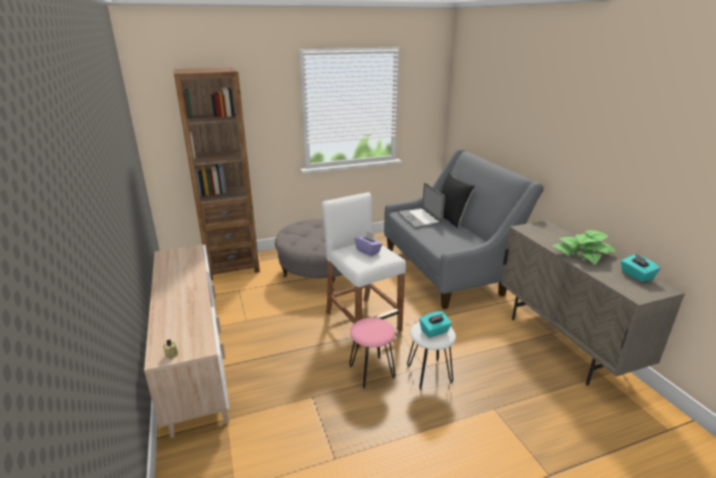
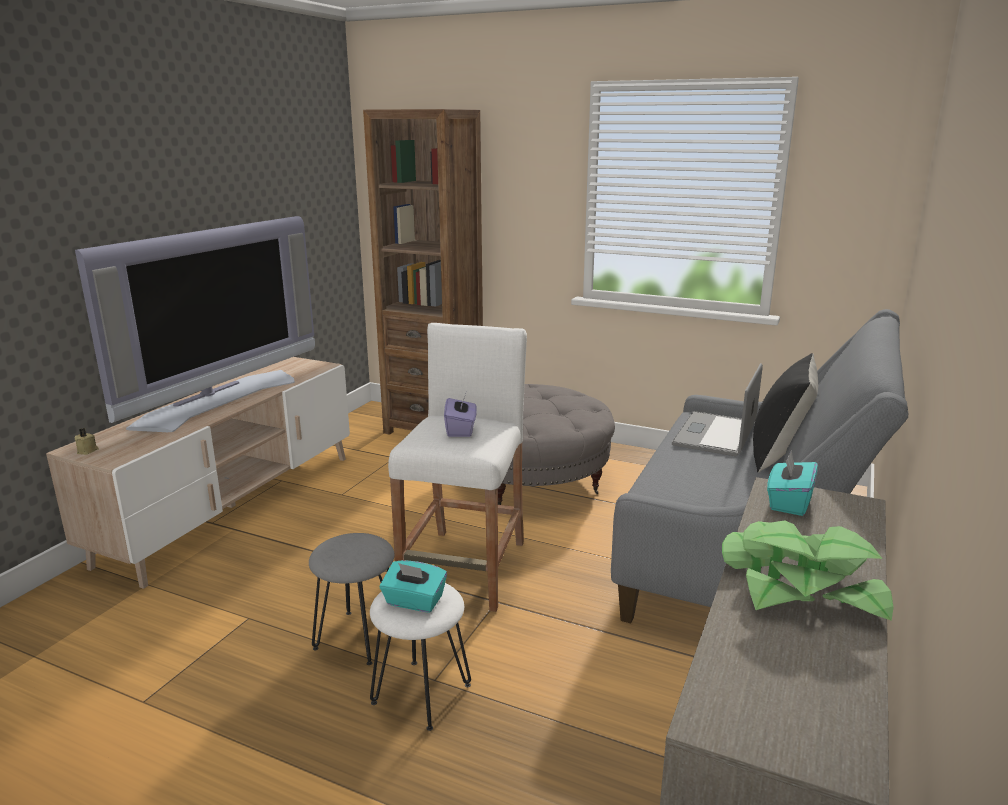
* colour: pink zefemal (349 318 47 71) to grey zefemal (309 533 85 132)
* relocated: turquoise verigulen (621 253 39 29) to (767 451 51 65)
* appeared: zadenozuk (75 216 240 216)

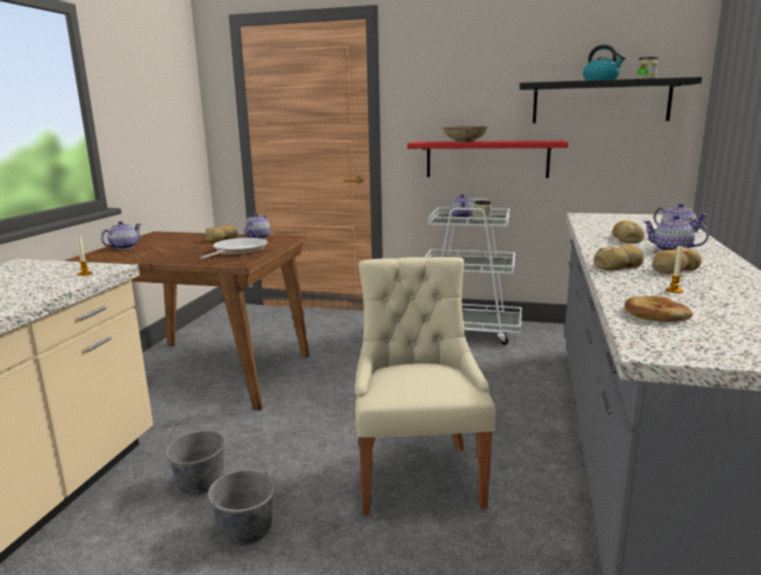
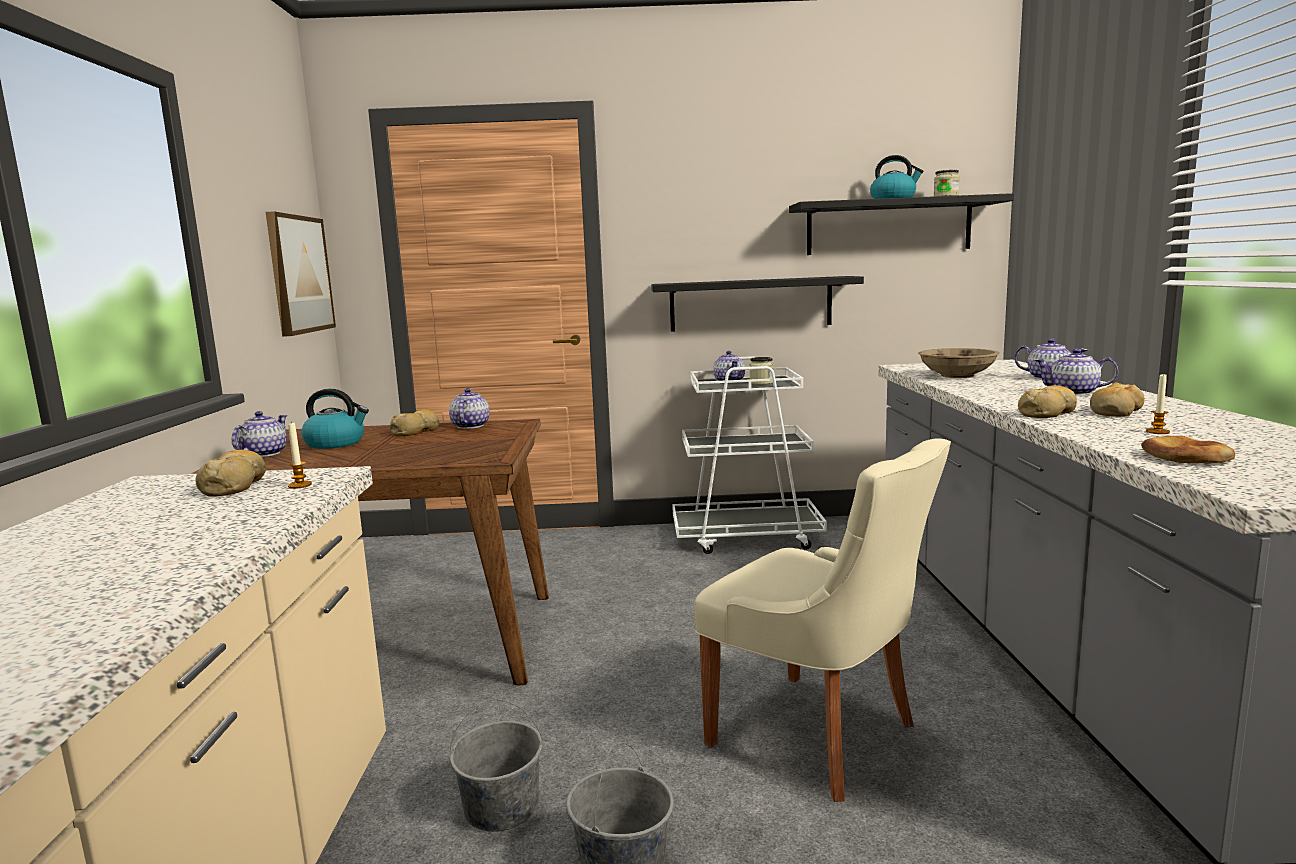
* missing: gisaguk (200 238 68 21)
* spun: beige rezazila (355 257 141 258) = (694 438 257 364) 150 degrees clockwise
* colour: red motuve (407 140 161 38) to black motuve (651 276 213 56)
* relocated: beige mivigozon (442 126 47 16) to (918 348 82 30)
* relocated: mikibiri (613 221 31 22) to (195 450 71 47)
* appeared: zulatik (266 211 70 126)
* appeared: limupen (301 389 68 60)

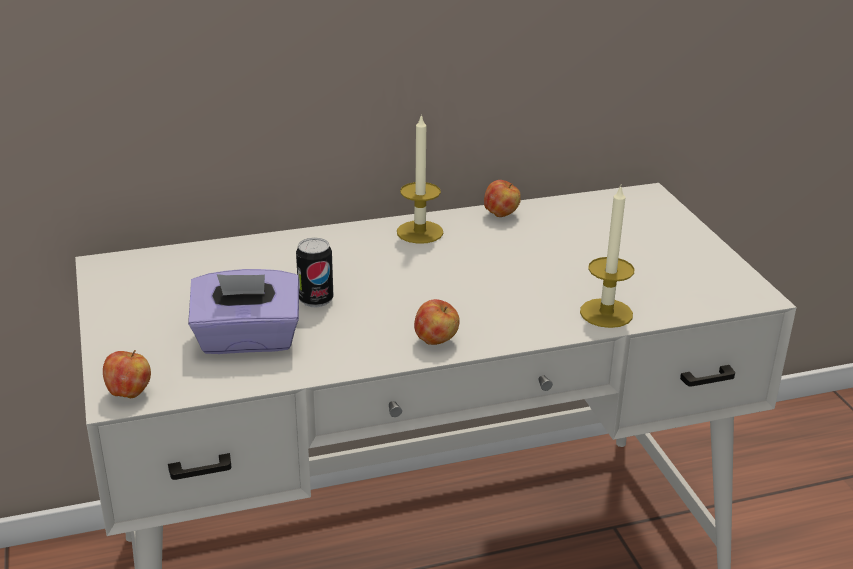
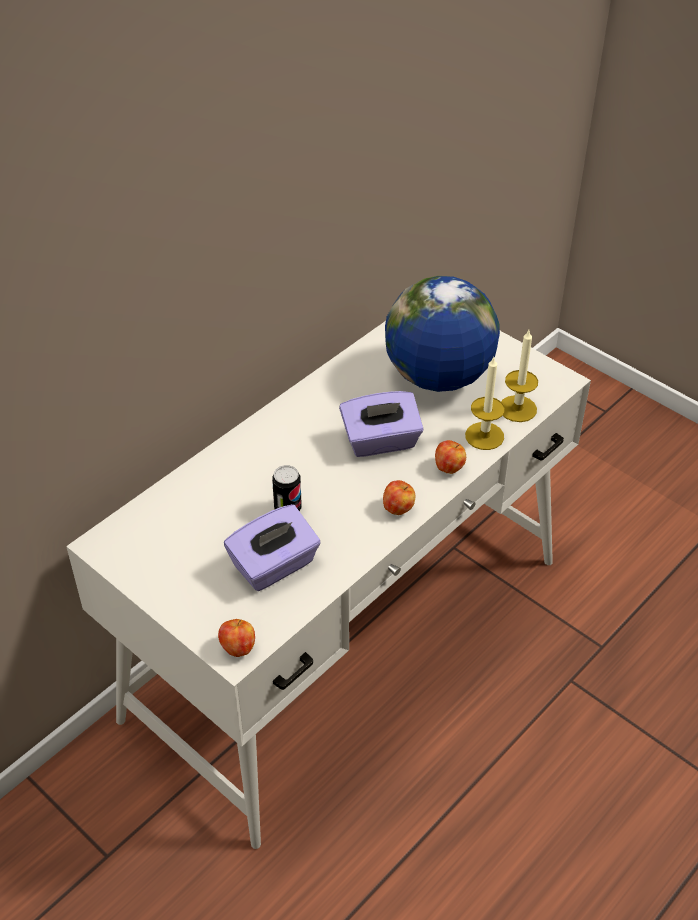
* relocated: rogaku (397 114 46 130) to (501 330 37 92)
* relocated: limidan (484 180 37 37) to (435 440 31 34)
* appeared: purple verigulen (339 391 84 66)
* appeared: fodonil (385 276 115 116)

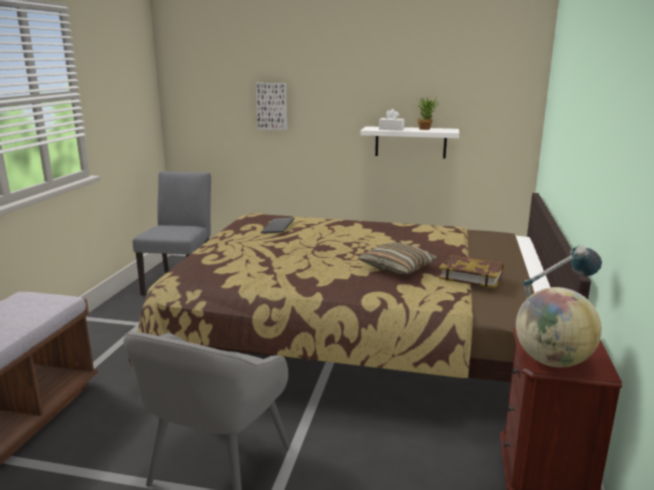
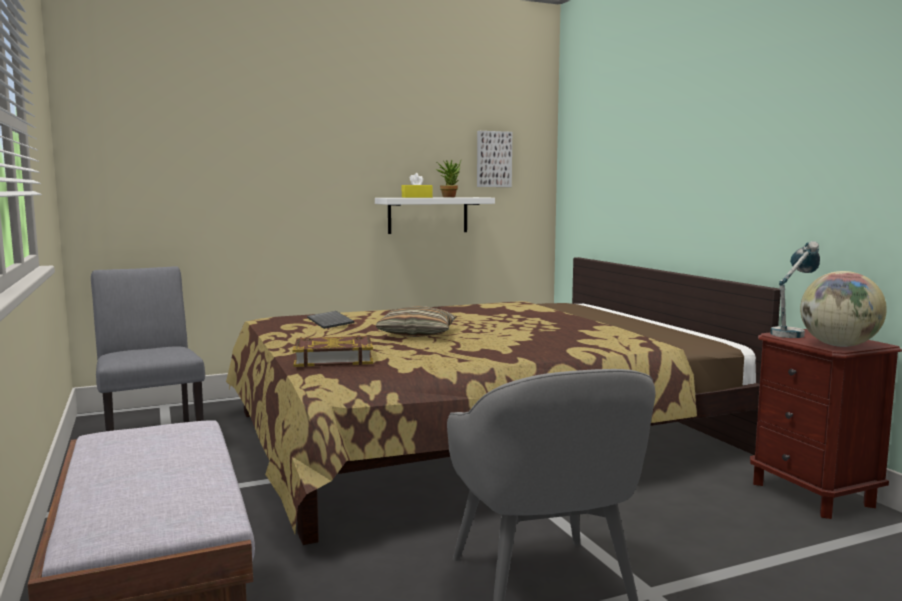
* relocated: zulatik (256 83 31 47) to (477 131 35 56)
* relocated: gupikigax (358 243 80 31) to (376 306 81 31)
* colour: white verigulen (379 109 26 22) to yellow verigulen (402 173 30 25)
* relocated: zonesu (439 255 65 33) to (293 335 80 32)

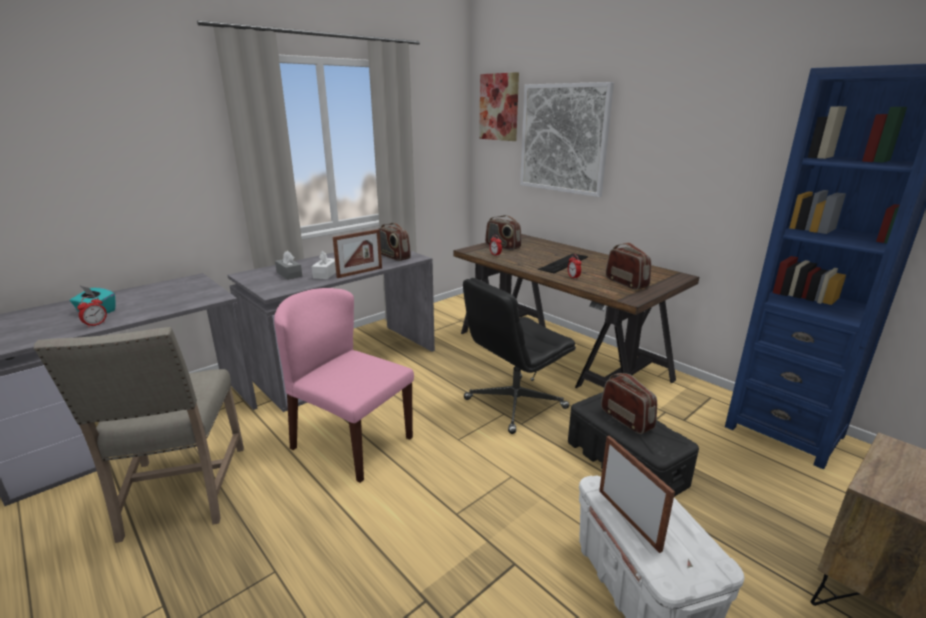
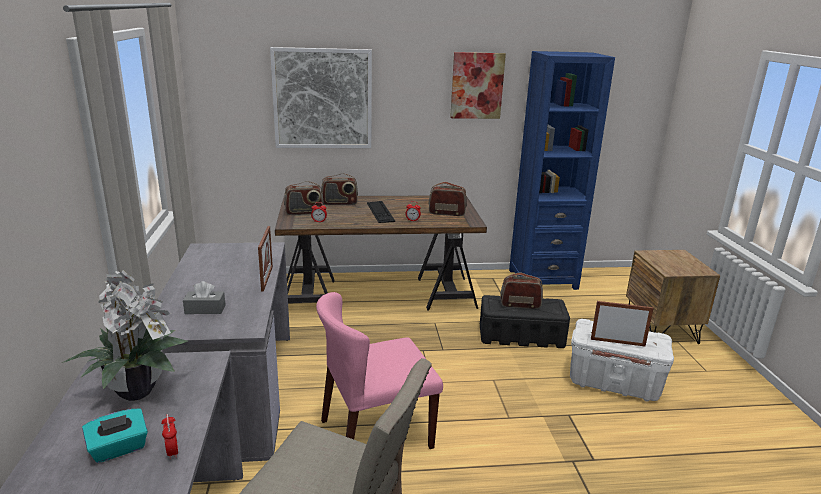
* missing: white verigulen (311 250 25 29)
* relocated: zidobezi (378 223 33 38) to (321 173 37 32)
* missing: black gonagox (463 278 113 156)
* relocated: zulatik (479 72 40 69) to (450 52 56 67)
* appeared: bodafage (62 270 125 131)

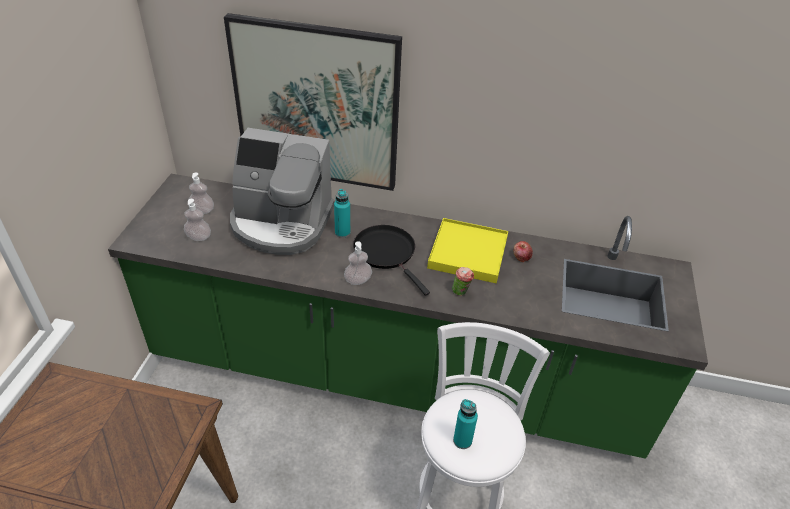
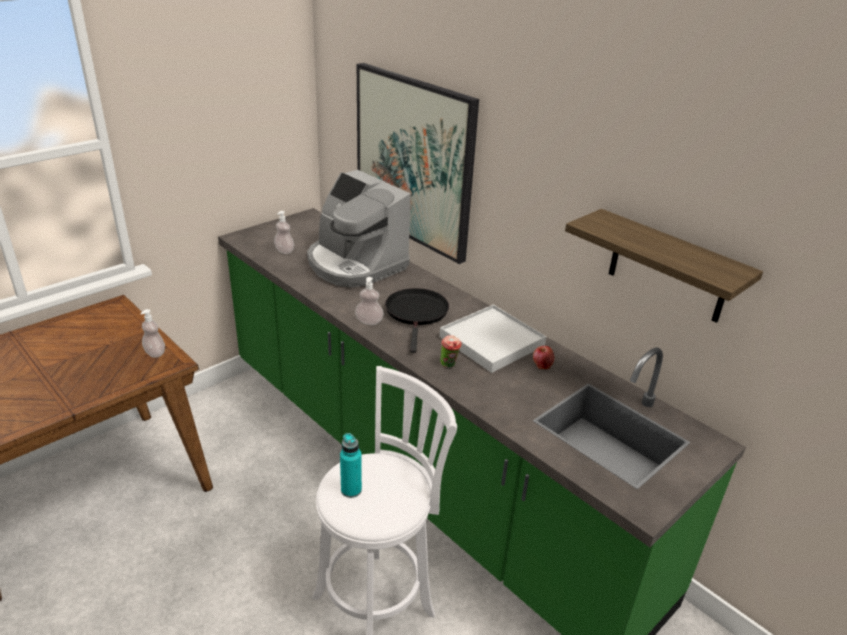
* relocated: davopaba (189 172 25 42) to (140 309 25 49)
* missing: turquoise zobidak (334 189 16 49)
* colour: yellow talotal (427 218 81 65) to white talotal (440 305 106 68)
* appeared: motuve (565 209 198 114)

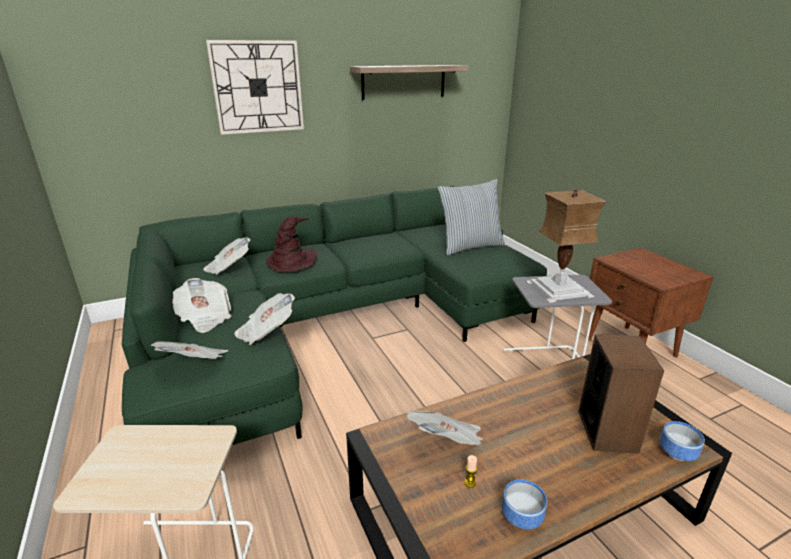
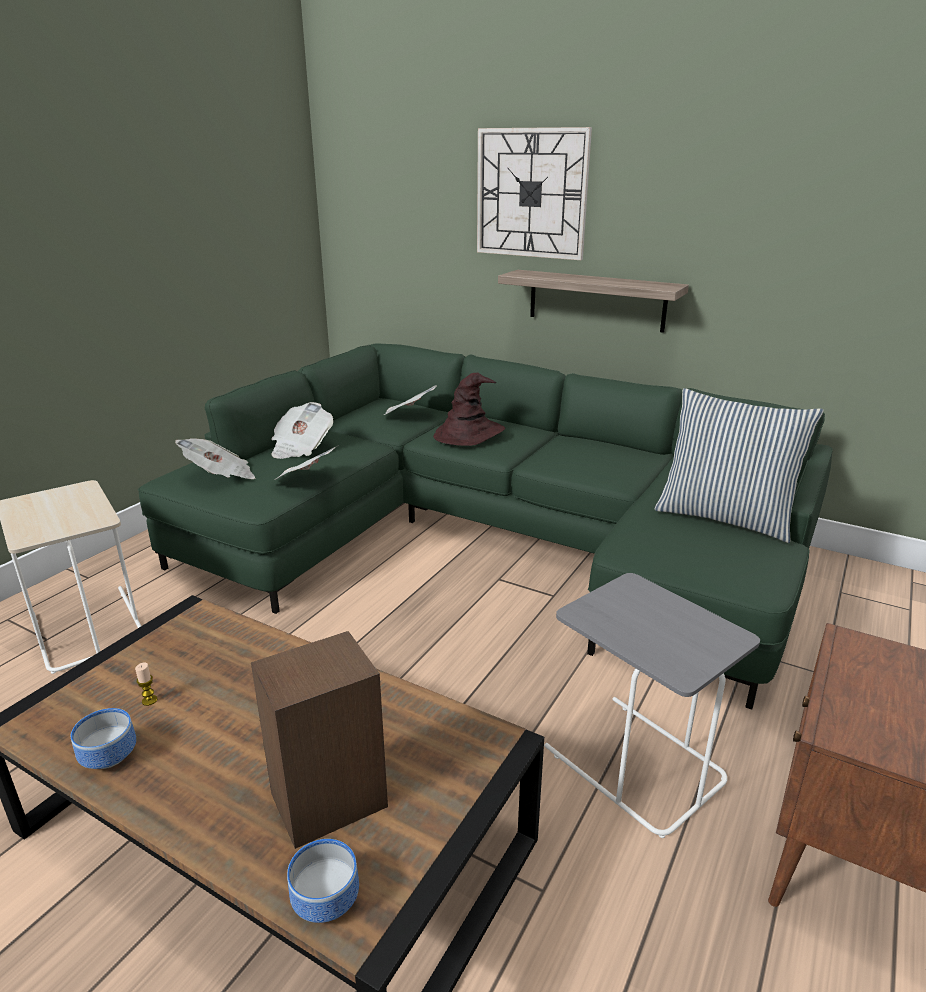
* relocated: motuve (350 65 119 35) to (498 270 191 63)
* missing: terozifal (407 411 76 35)
* missing: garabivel (526 189 80 114)

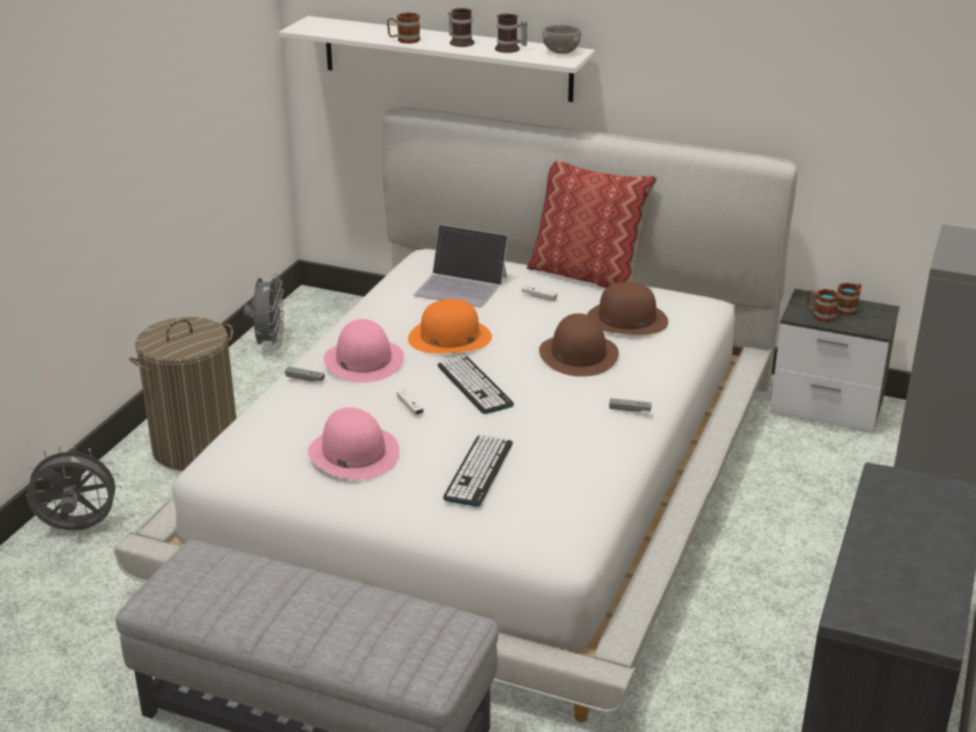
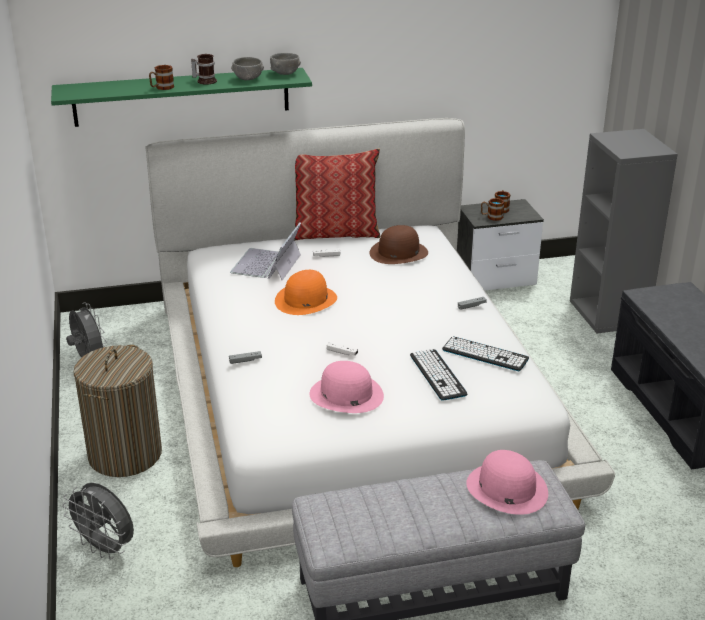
* spun: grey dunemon (23 445 99 86) = (62 483 72 77) 105 degrees counterclockwise
* colour: white motuve (279 16 316 86) to green motuve (51 68 261 59)
* relocated: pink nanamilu (324 319 80 64) to (466 450 82 65)
* spun: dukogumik (414 224 94 84) = (230 222 71 58) 120 degrees clockwise
* relocated: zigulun (438 356 76 58) to (442 336 87 35)
* exchanged: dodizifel (495 14 32 39) to grey mivigozon (231 57 33 23)
* missing: brown nanamilu (539 313 80 64)

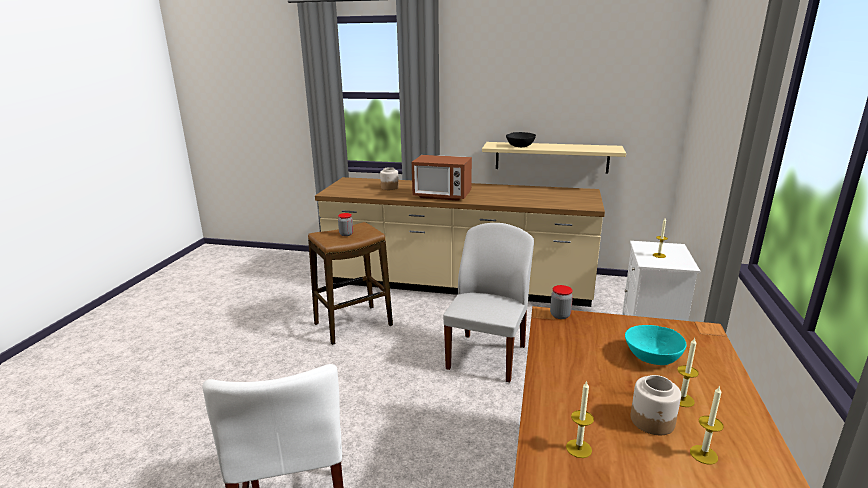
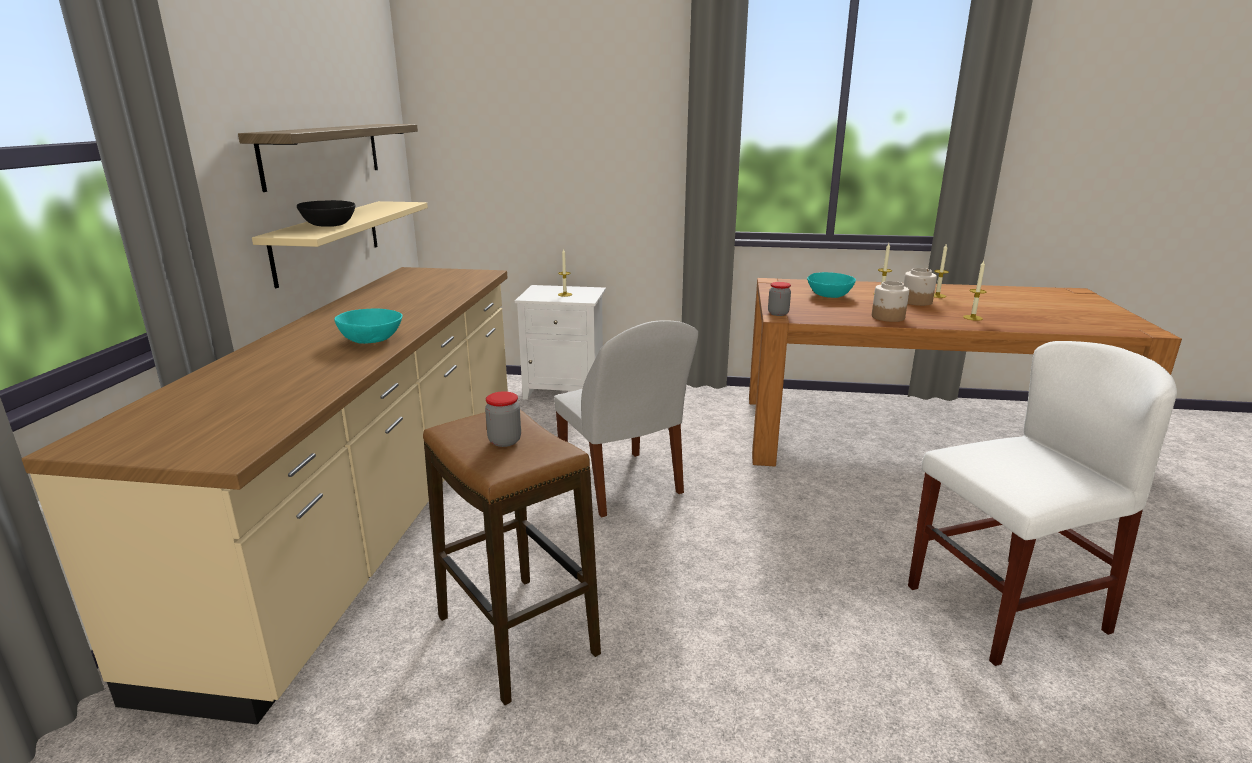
* relocated: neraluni (380 167 19 23) to (872 281 37 41)
* exchanged: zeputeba (412 155 60 46) to turquoise mivigozon (334 309 68 35)
* spun: white rezazila (443 223 91 159) = (554 320 144 197) 135 degrees counterclockwise
* appeared: motuve (238 124 180 68)

